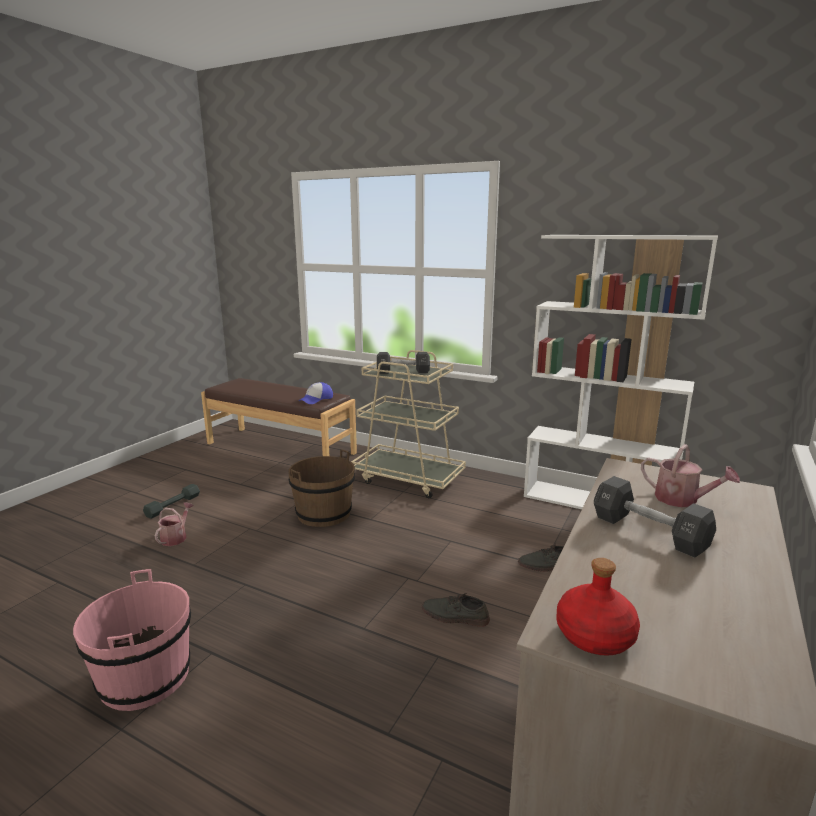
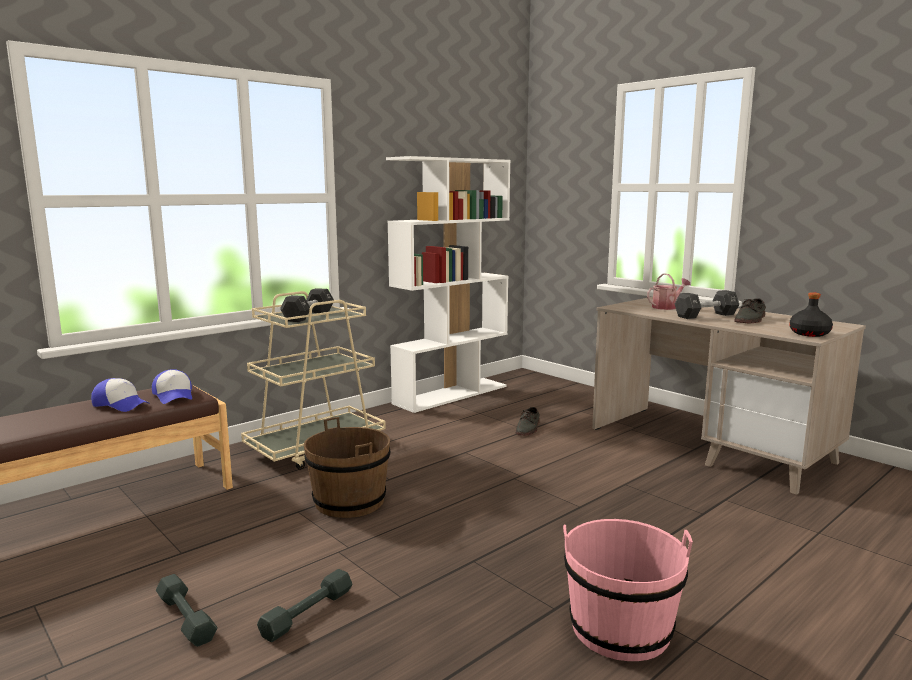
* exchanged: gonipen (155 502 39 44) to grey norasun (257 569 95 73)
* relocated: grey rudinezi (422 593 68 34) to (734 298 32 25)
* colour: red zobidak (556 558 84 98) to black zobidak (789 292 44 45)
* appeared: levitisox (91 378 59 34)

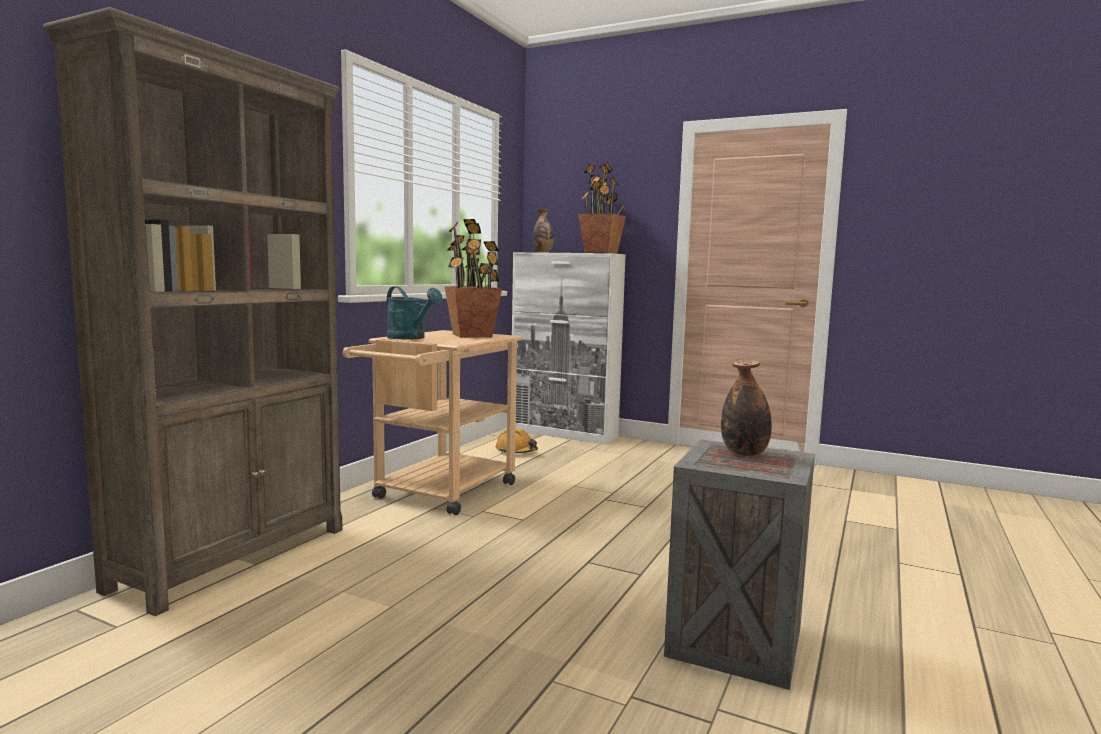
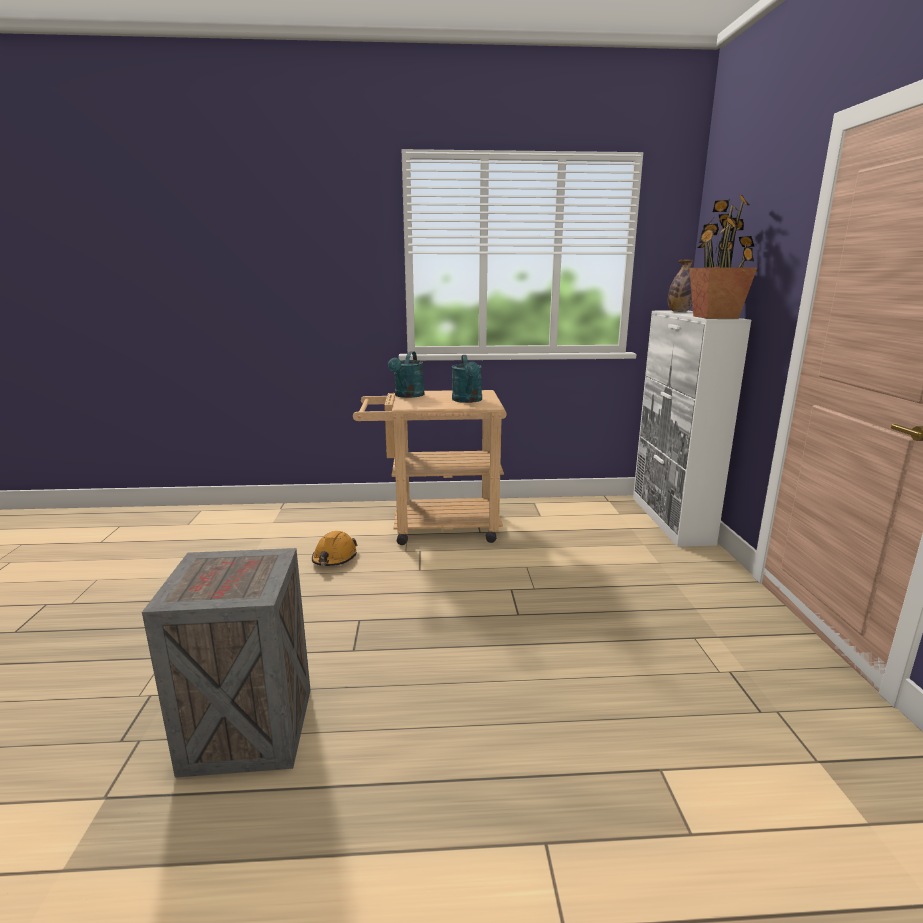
* missing: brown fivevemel (43 7 300 609)
* exchanged: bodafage (444 219 58 119) to turquoise gonipen (452 355 30 48)
* relocated: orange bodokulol (495 428 43 25) to (312 531 46 35)
* missing: zobidak (721 359 51 97)

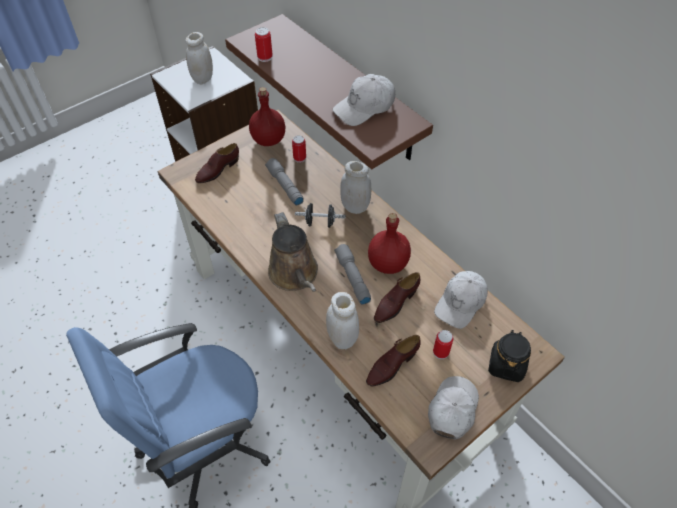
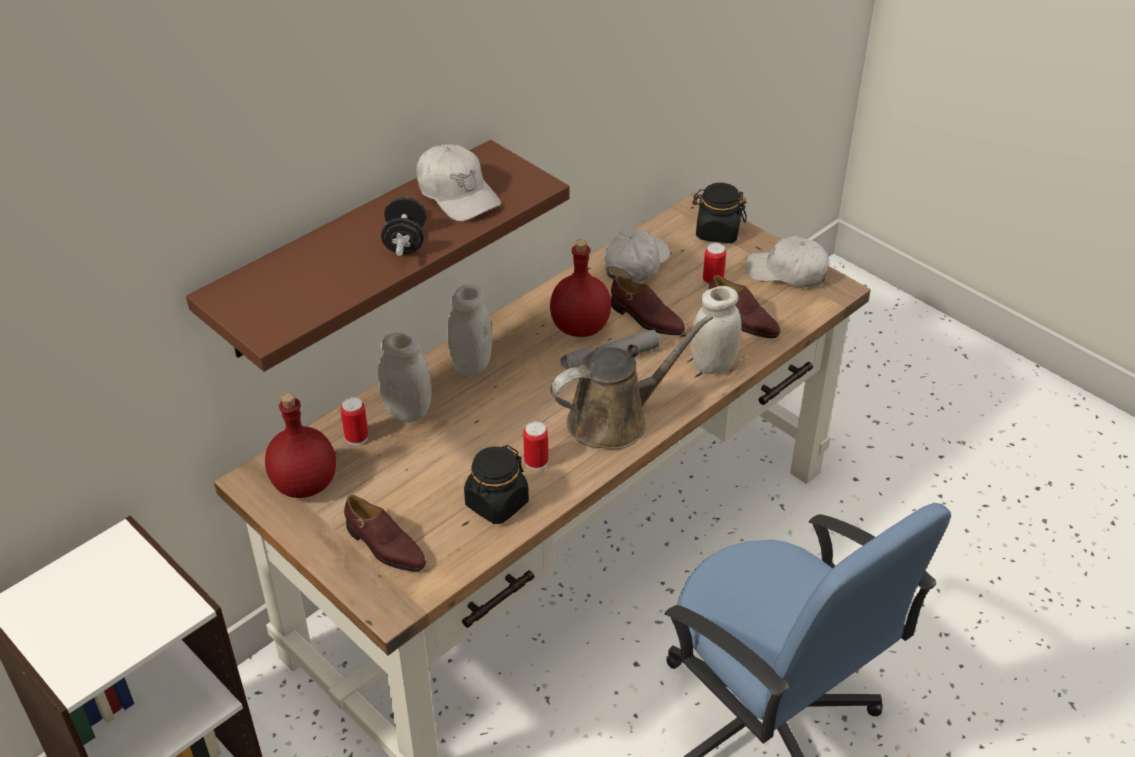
* relocated: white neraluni (185 32 28 52) to (378 333 53 89)
* relocated: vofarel (255 27 18 35) to (523 421 25 49)
* missing: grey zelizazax (265 158 39 48)
* relocated: black norasun (295 203 51 25) to (381 197 46 59)
* spun: white levitisox (434 271 54 58) = (604 230 66 53) 90 degrees counterclockwise
* appeared: black neraluni (464 445 65 79)

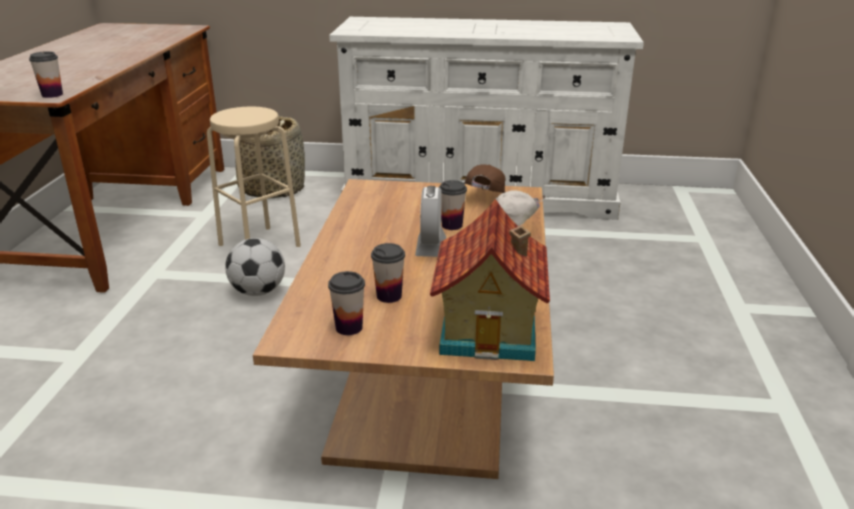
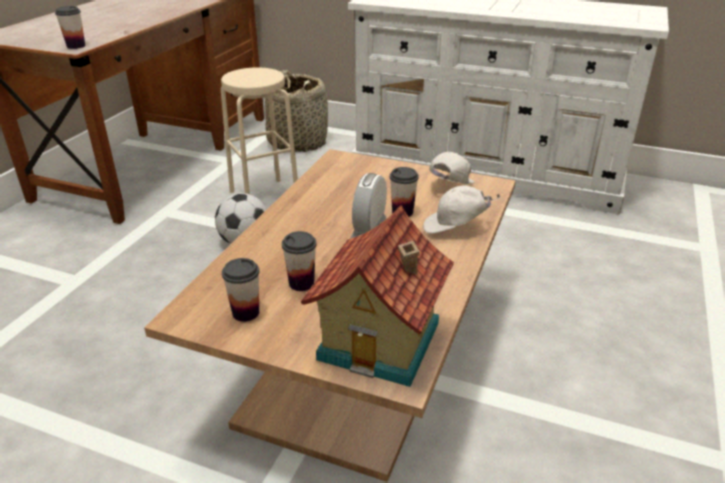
* colour: brown levitisox (464 164 42 29) to white levitisox (429 152 46 32)

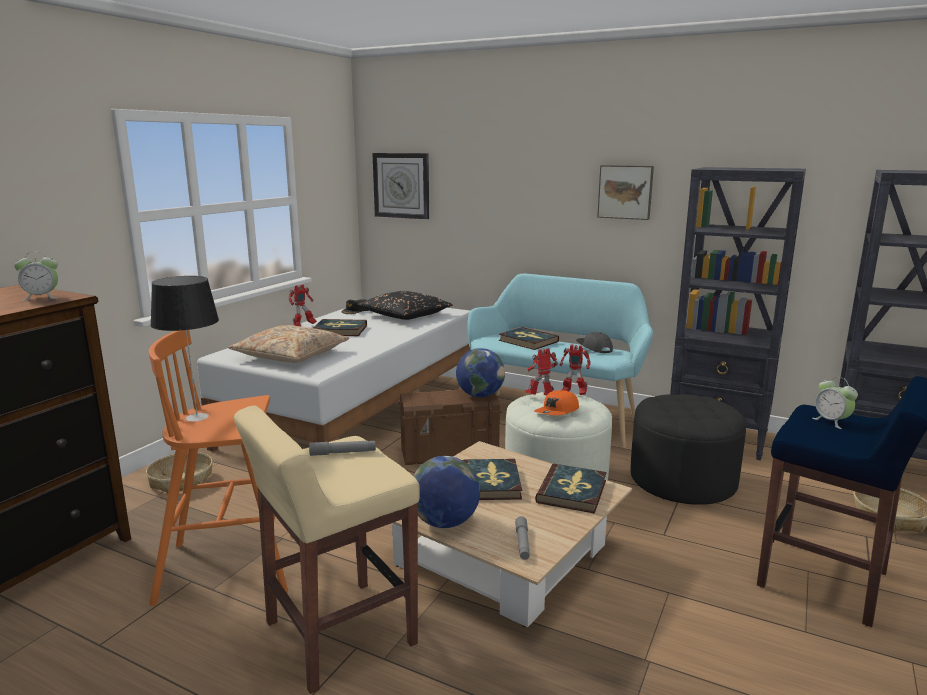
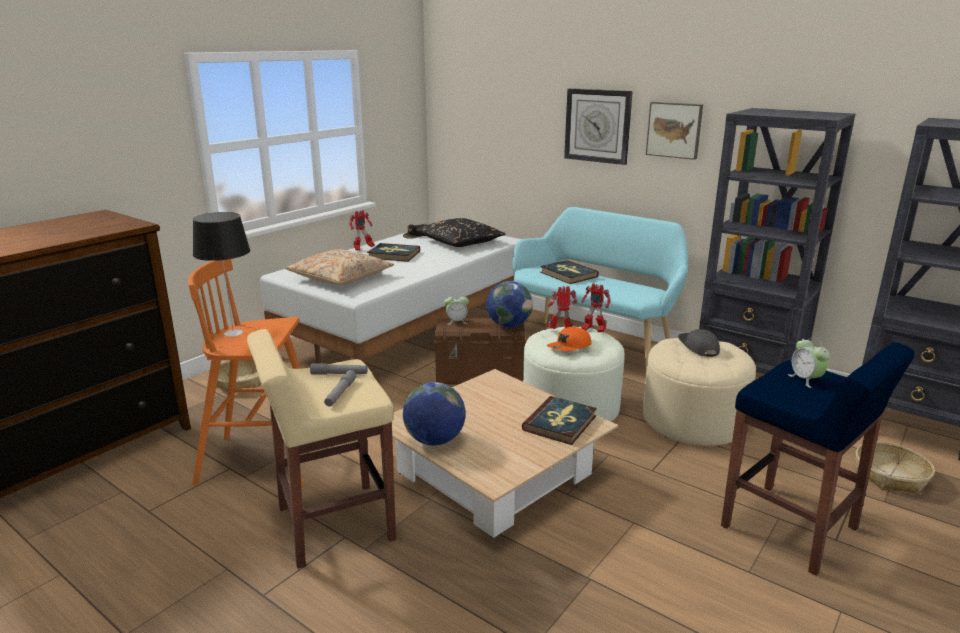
* relocated: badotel (14 252 44 49) to (444 293 25 32)
* relocated: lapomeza (372 153 57 66) to (564 88 69 77)
* missing: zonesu (462 459 60 41)
* relocated: grey zelizazax (515 516 15 44) to (324 370 32 36)
* relocated: grey levitisox (576 332 37 21) to (678 329 42 28)
* colour: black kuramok (630 394 116 111) to beige kuramok (643 338 113 108)

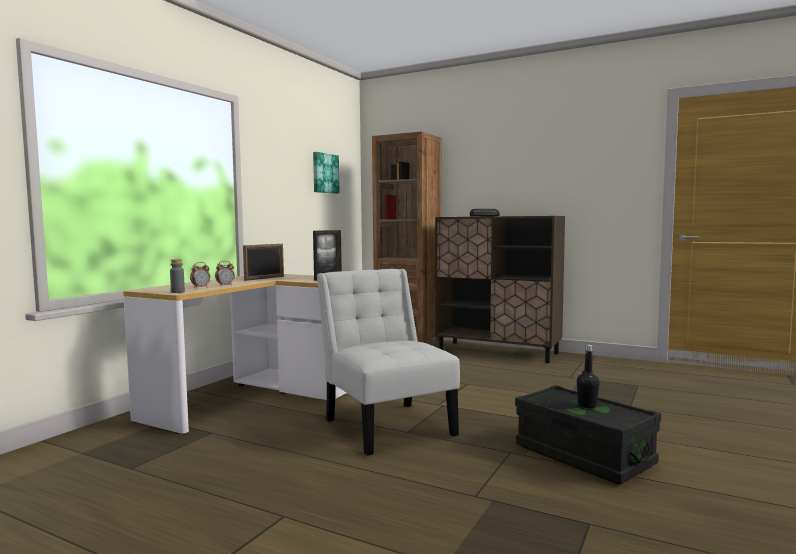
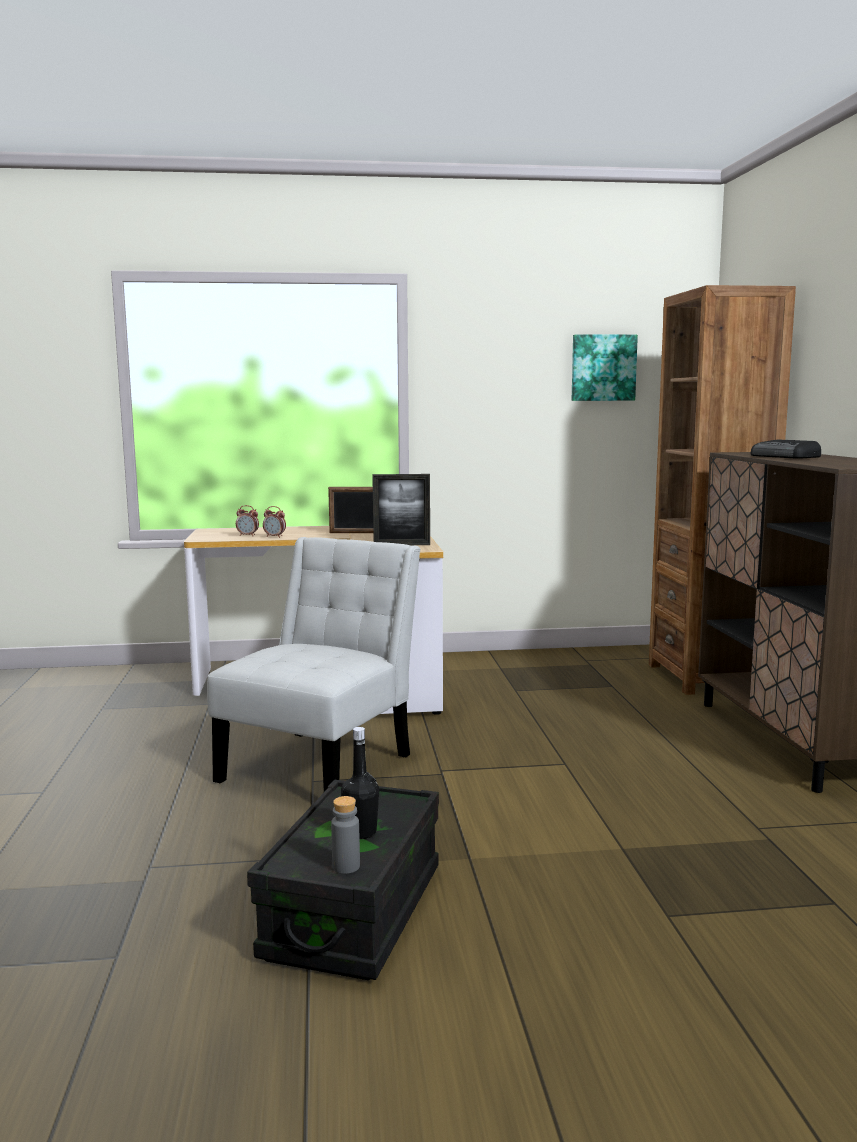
* relocated: grey zobidak (170 259 15 34) to (331 796 29 78)

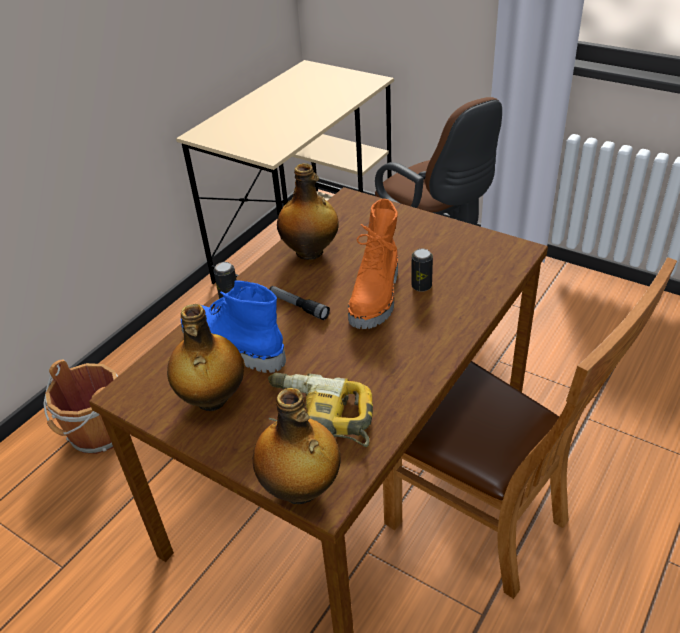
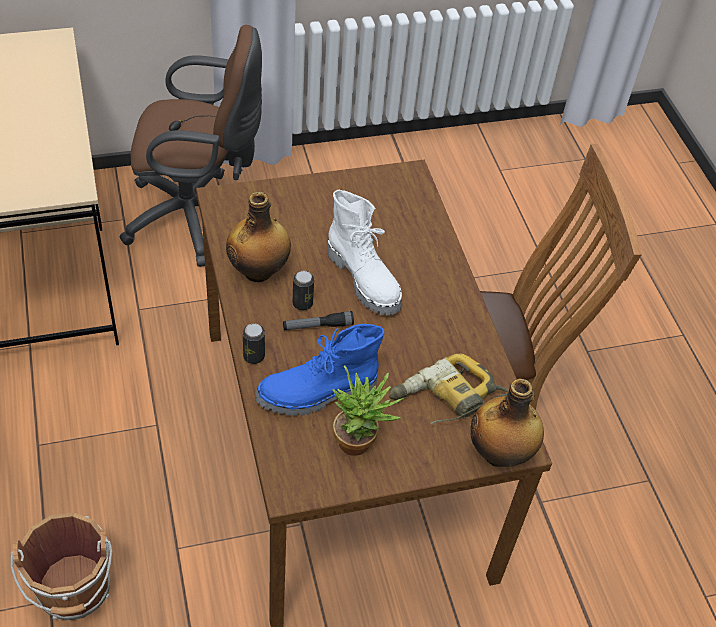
* exchanged: zobidak (167 304 77 107) to bodafage (332 365 75 91)
* colour: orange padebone (348 199 50 130) to white padebone (327 190 75 125)
* relocated: vofarel (411 249 22 43) to (292 271 22 39)

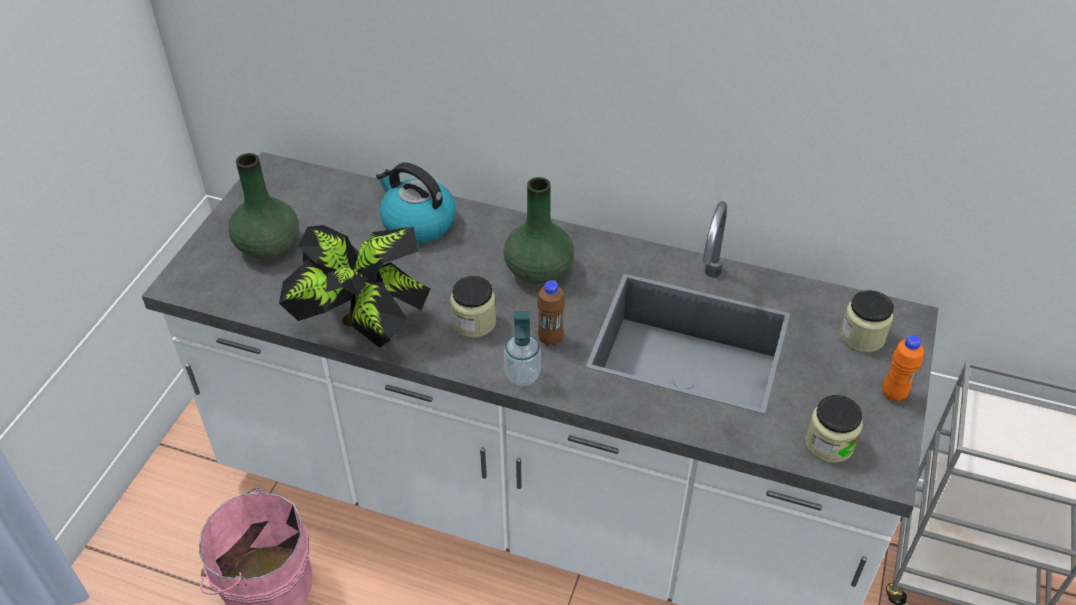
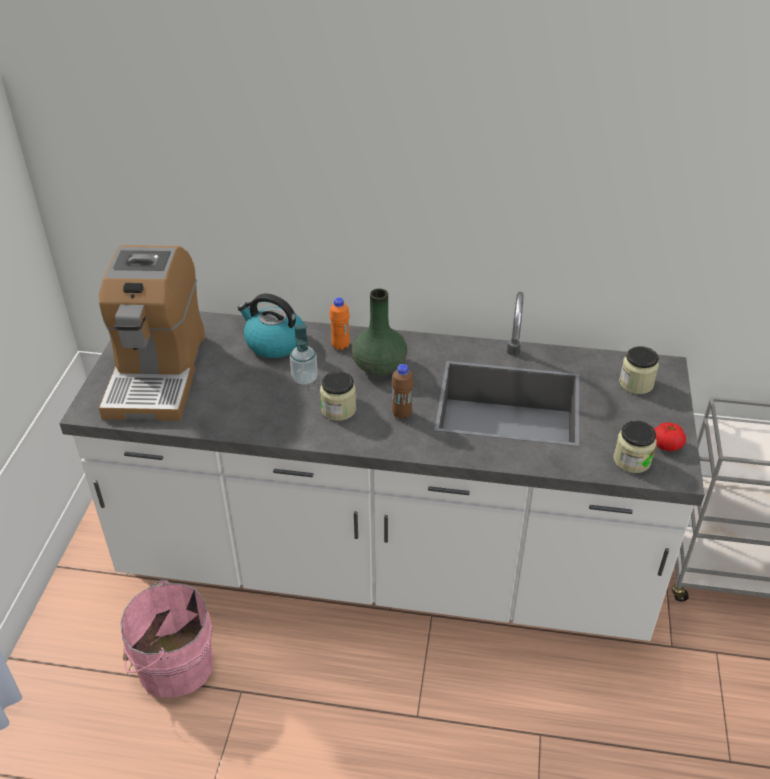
* exchanged: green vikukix (228 153 71 105) to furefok (99 245 106 176)
* missing: bodafage (279 225 152 123)
* relocated: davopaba (504 311 37 75) to (290 324 28 61)
* relocated: orange zobidak (882 335 42 67) to (329 297 21 53)
* appeared: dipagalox (655 422 31 29)

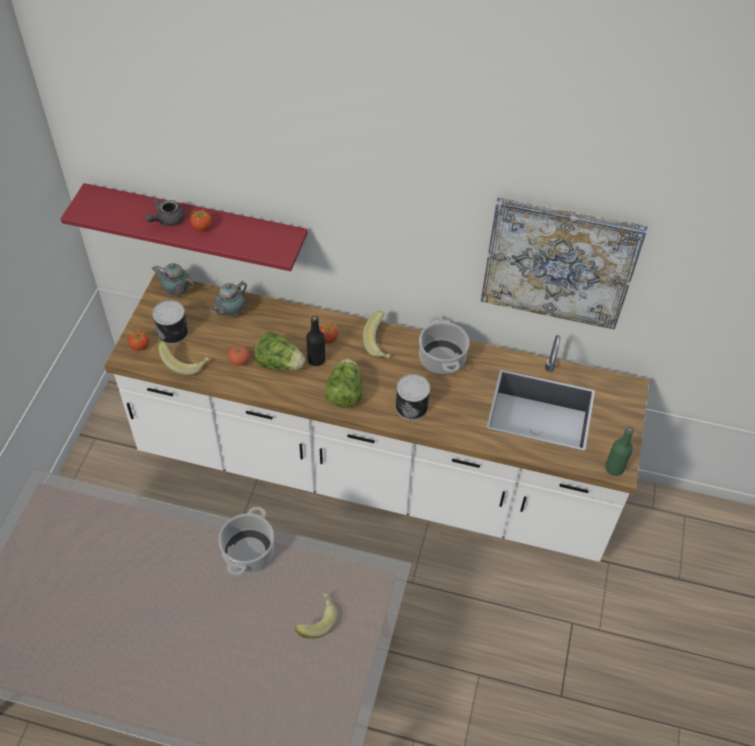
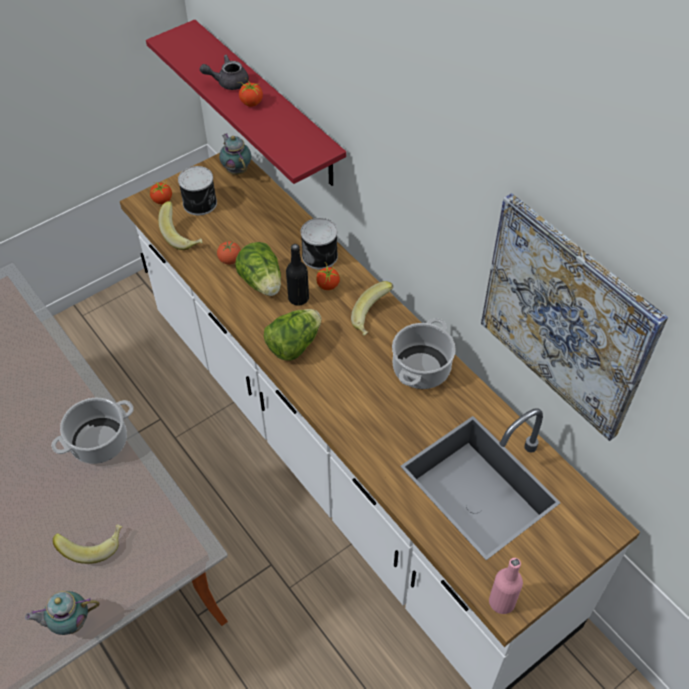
* relocated: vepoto (211 281 36 36) to (25 591 74 44)
* relocated: vofarel (395 374 35 46) to (301 218 37 51)
* colour: green zobidak (605 427 29 49) to pink zobidak (489 558 34 56)

